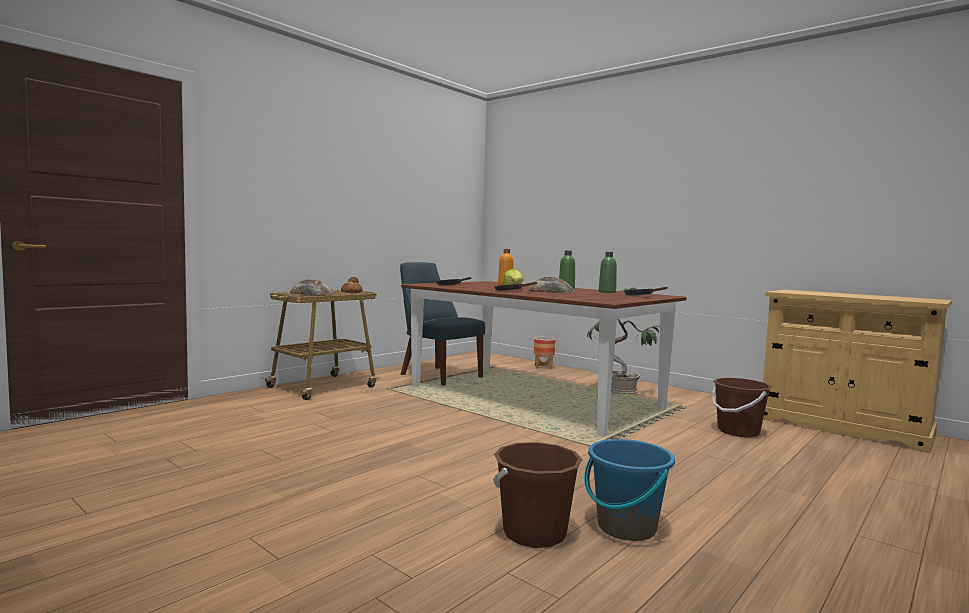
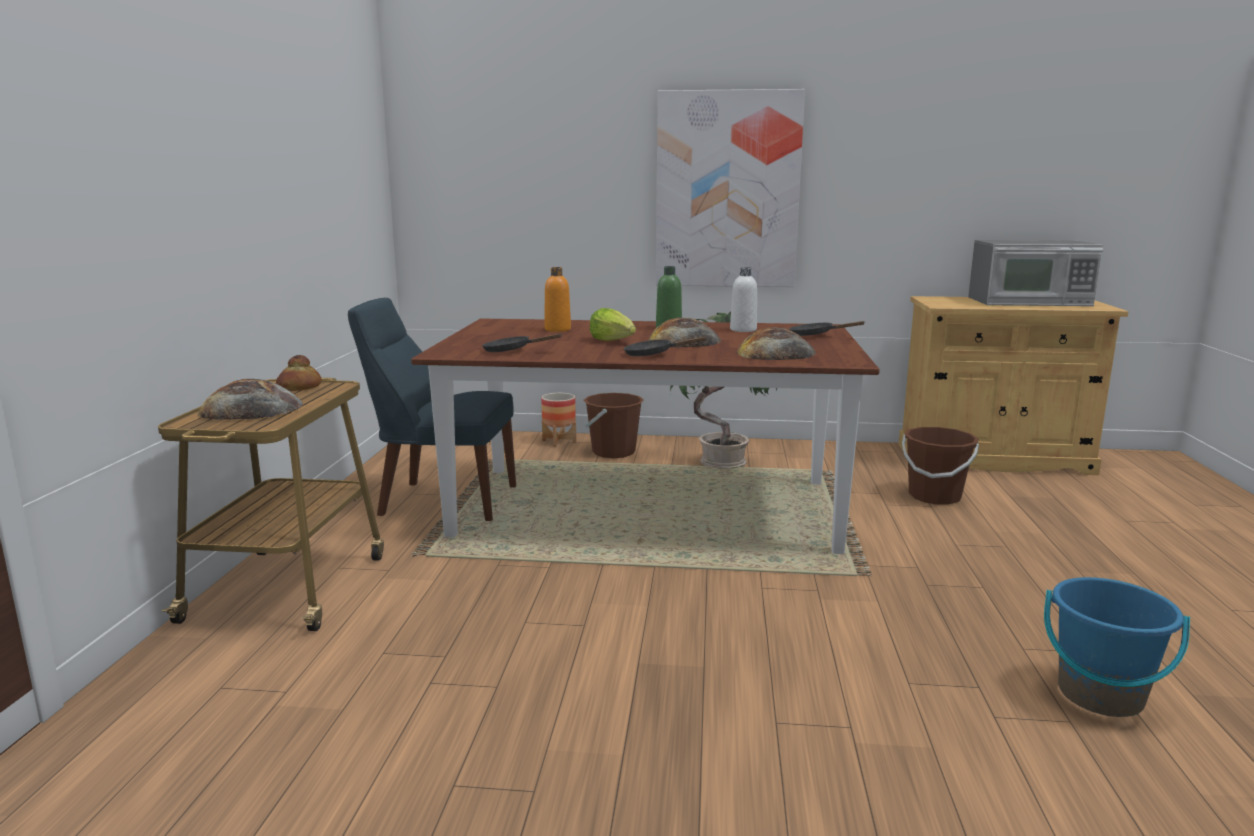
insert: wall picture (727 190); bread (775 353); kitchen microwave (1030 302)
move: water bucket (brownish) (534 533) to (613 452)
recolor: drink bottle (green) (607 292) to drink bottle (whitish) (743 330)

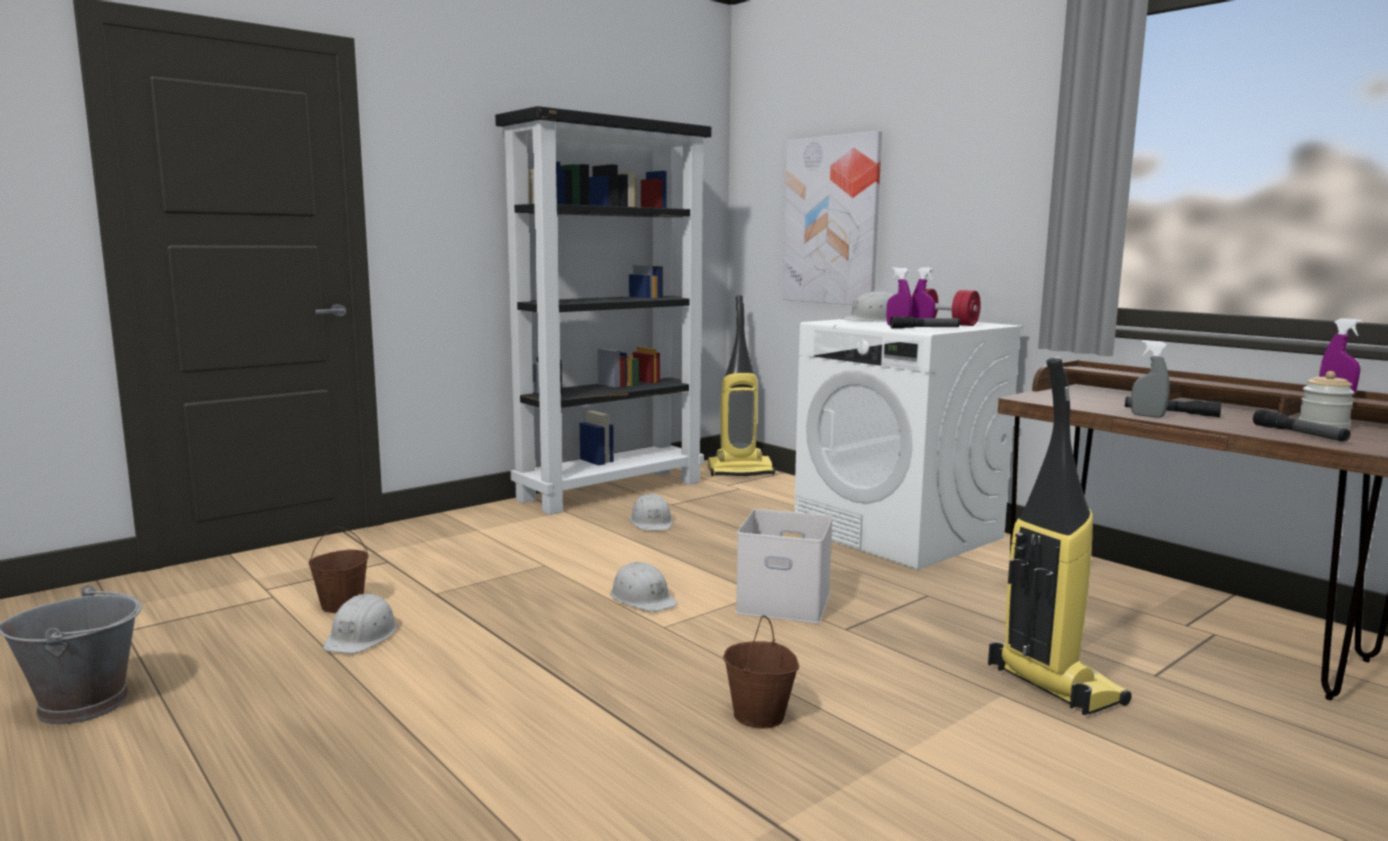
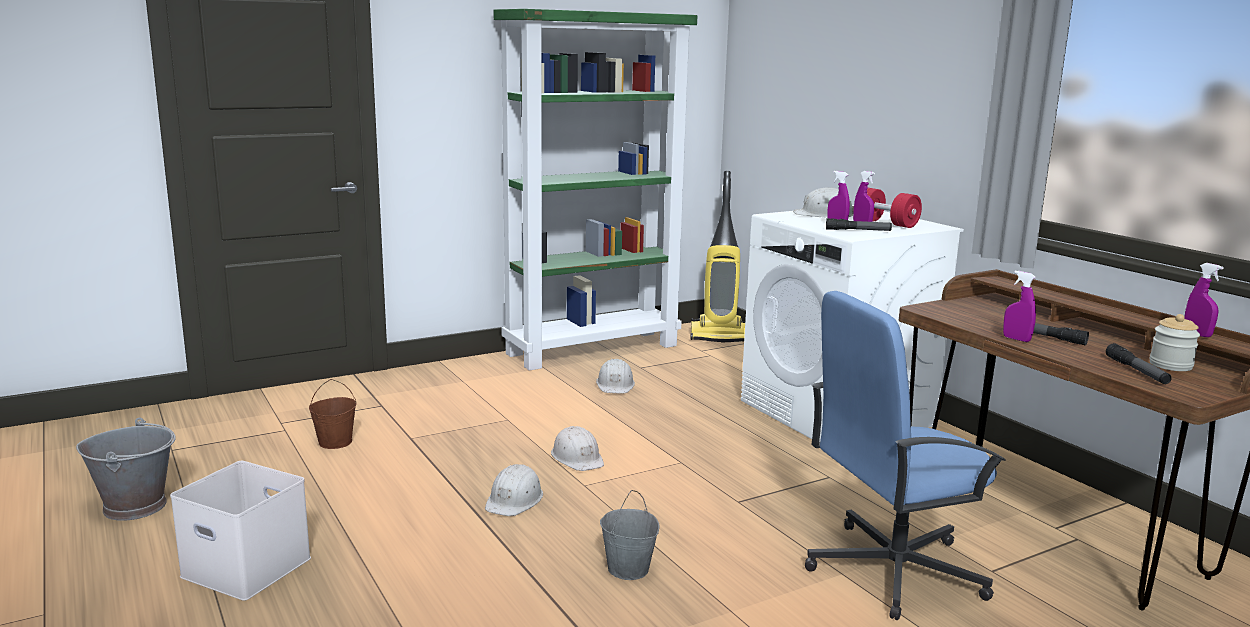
delete: wall picture (831 220)
move: storage container (whitish) (786 602) to (249 567); hard hat (whitish) (362 636) to (515 499)
replace: vacuum (1052 685) to office chair (blue-coloured) (892 570)
recolor: bookcase (black-coloured) (611 490) to bookcase (green) (593 349); water bucket (brownish) (760 716) to water bucket (greyish) (629 569); sprayer (greyish) (1147 416) to sprayer (purple) (1016 339)

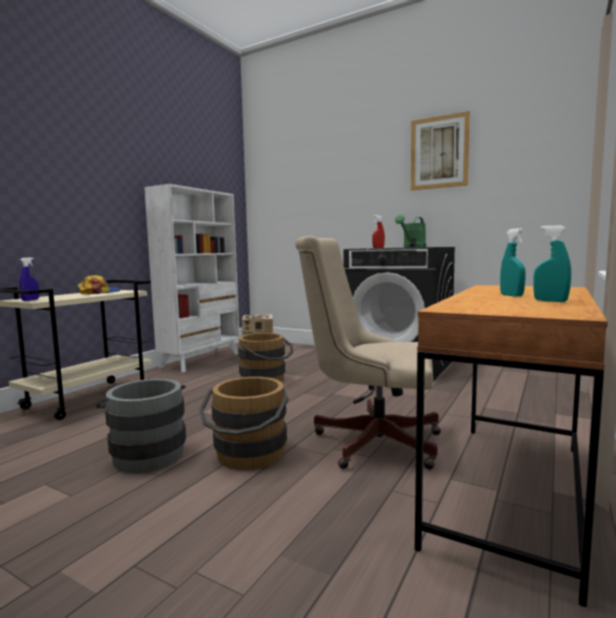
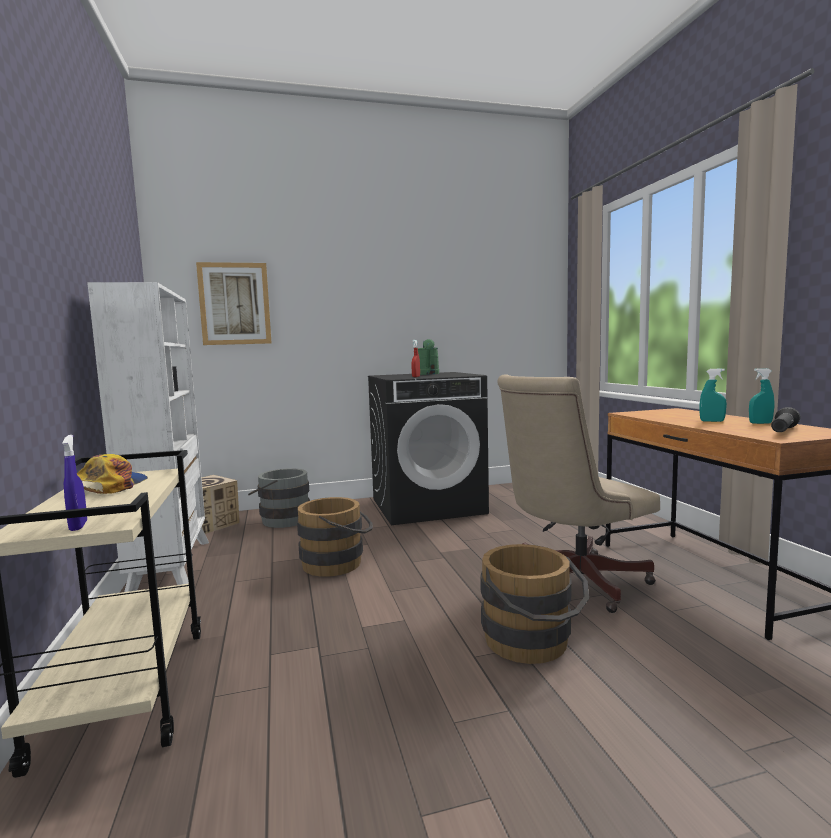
insert: hand torch (black-coloured) (783 431)
move: wall picture (439 152) to (235 304); water bucket (greyish) (147 453) to (281 520)

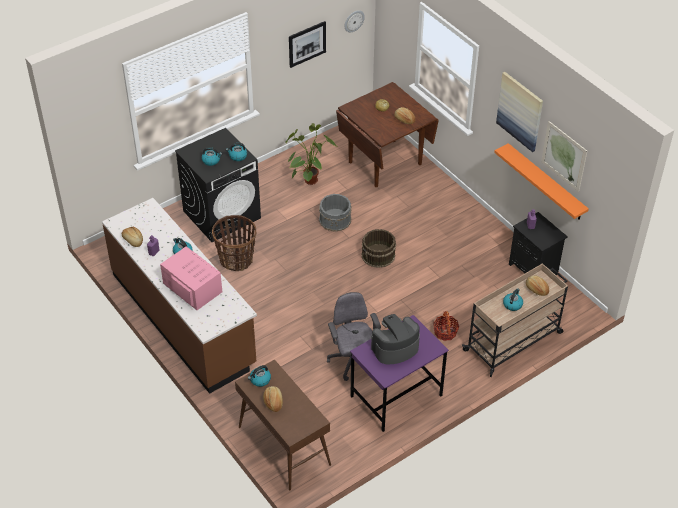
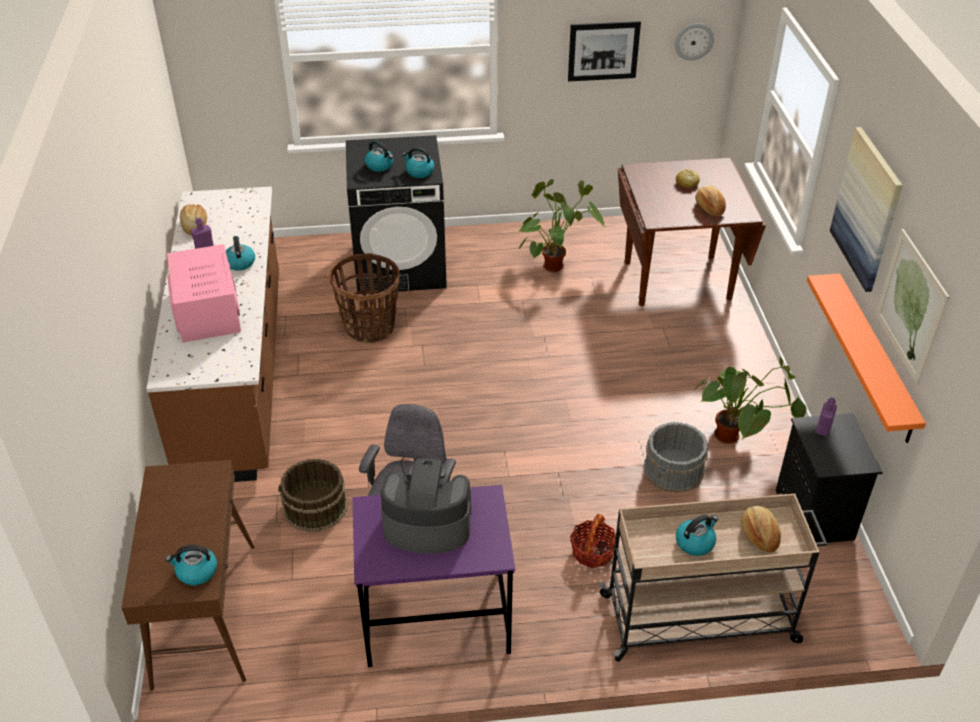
delete: bread (273 401)
insert: houseplant (739 438)
move: tea kettle (260 380) to (196 572); water bucket (brownish) (378 255) to (315 508); water bucket (greyish) (335 219) to (674 470)

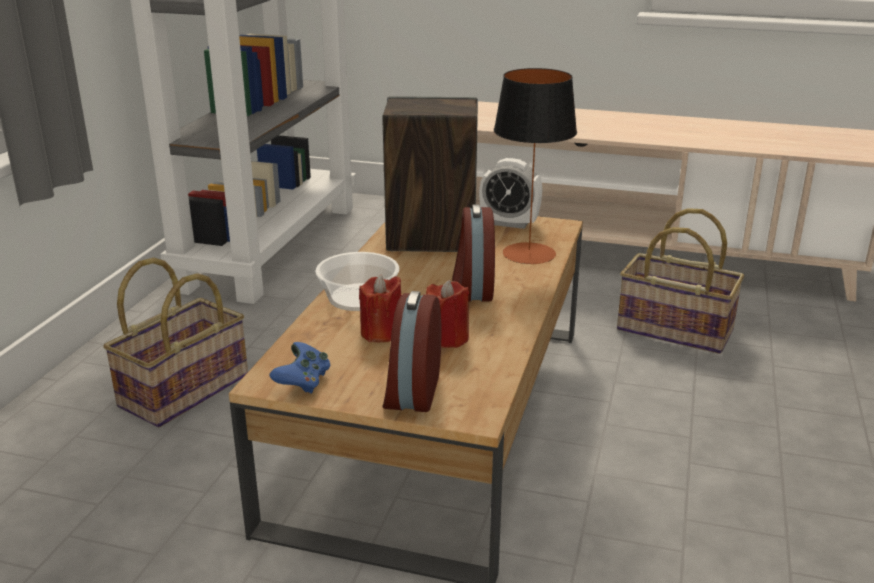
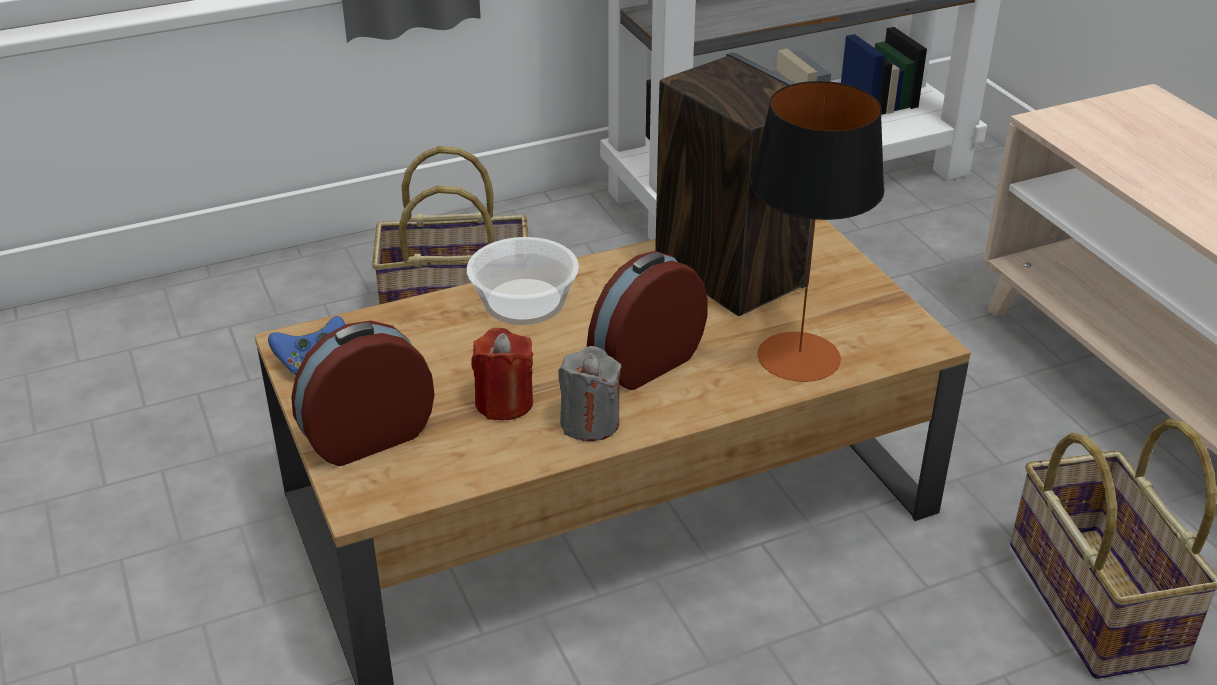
delete: wax light (reddish) (382 333); alarm clock (509 223)
insert: wax light (greyish) (590 423)

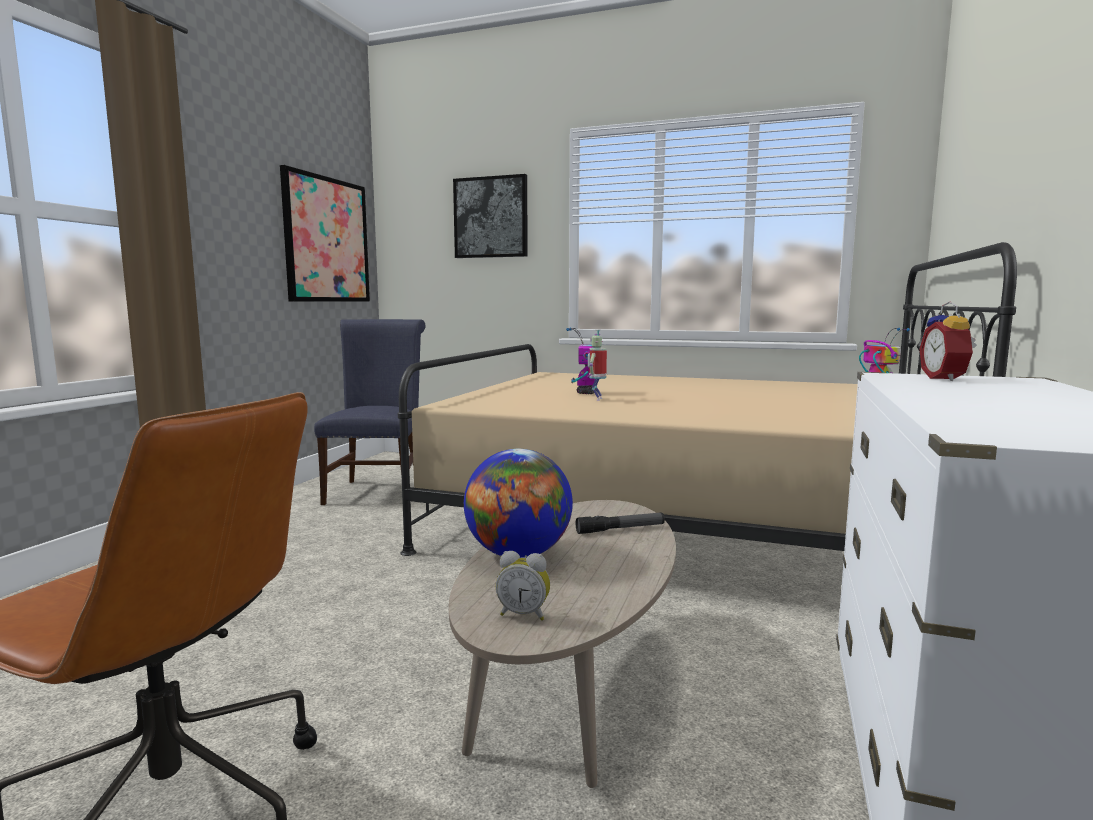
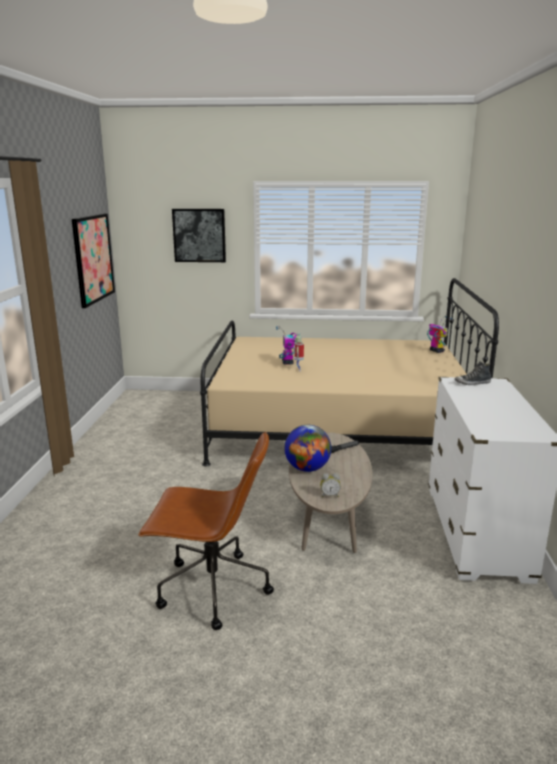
delete: upright chair (blue-coloured) (378 490)
replace: alarm clock (946 378) to item of footwear (472 383)

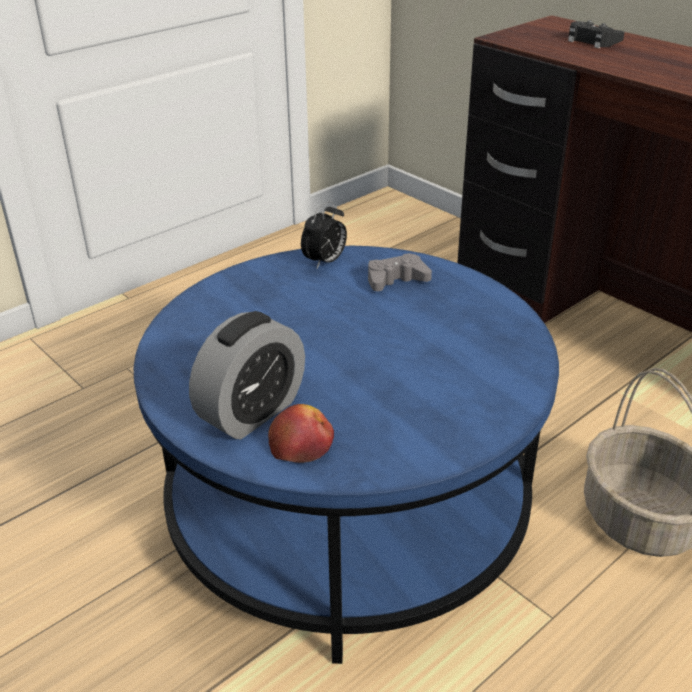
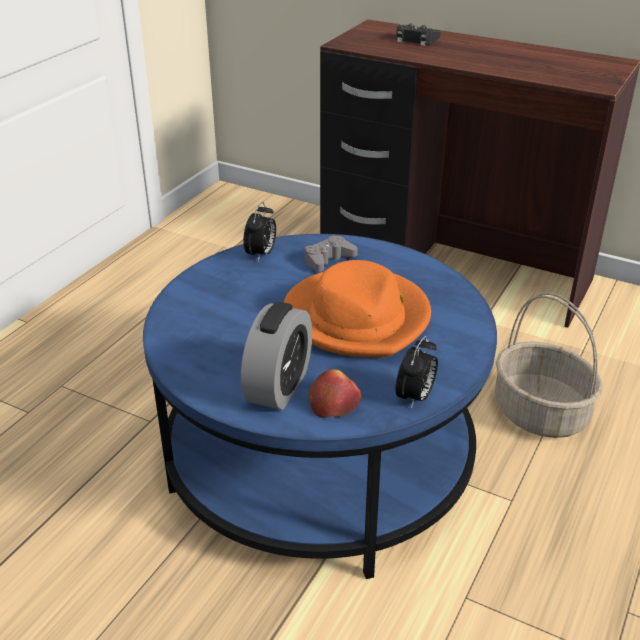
insert: clothing hat (orange) (358 317); alarm clock (415 397)

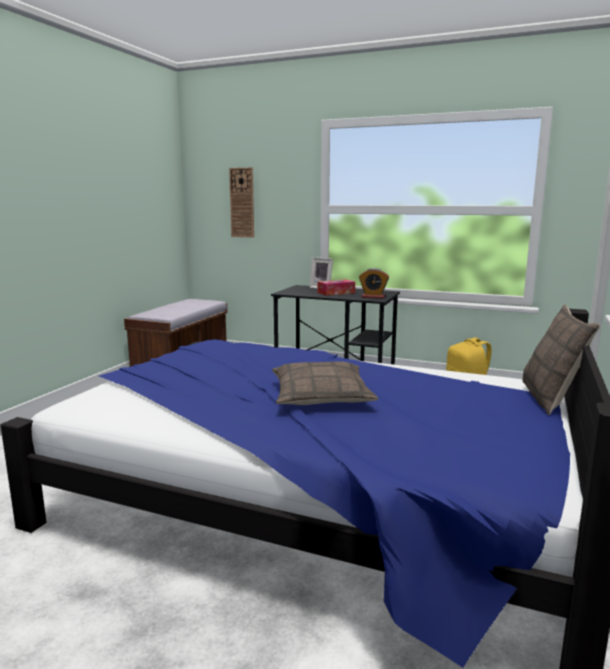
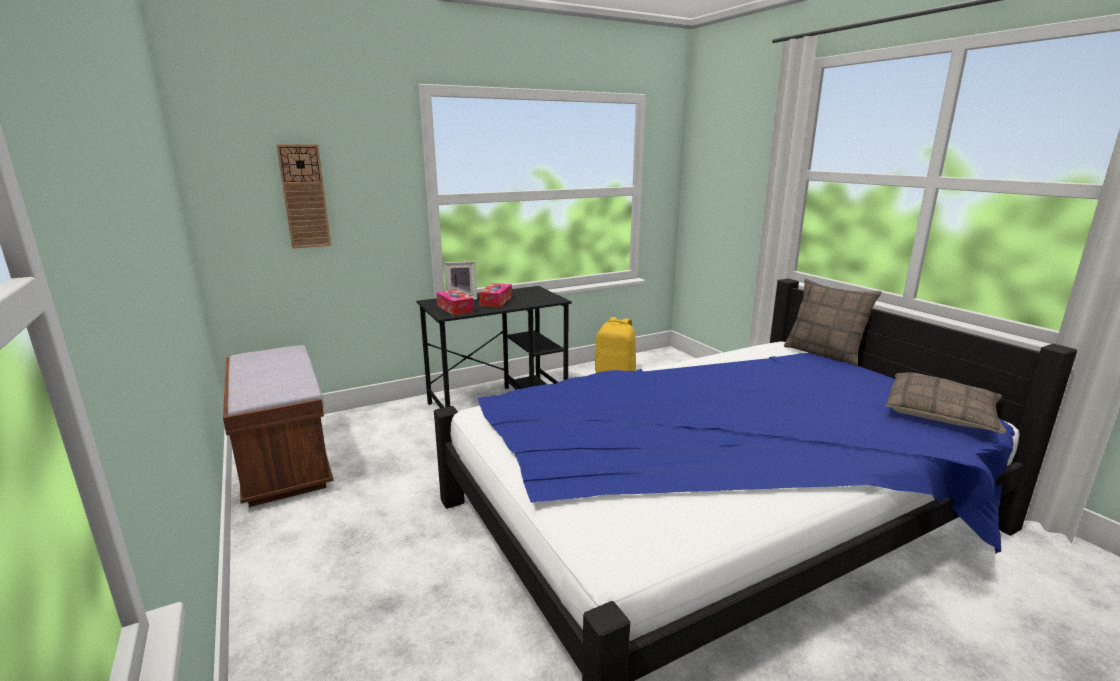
delete: alarm clock (373 297)
insert: tissue box (455 308)
move: throw pillow (321 397) to (941 413)

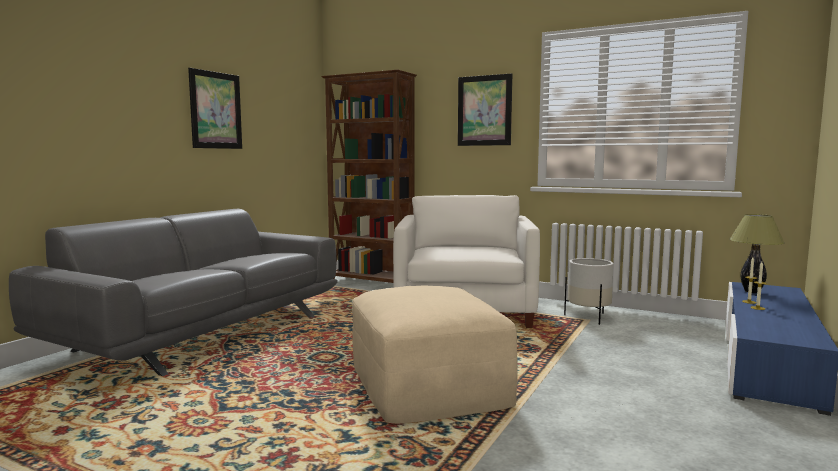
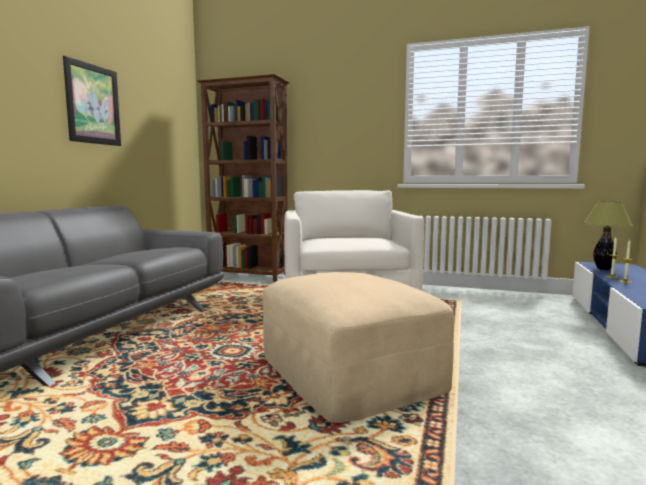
delete: wall picture (484 110); planter (whitish) (588 317)

